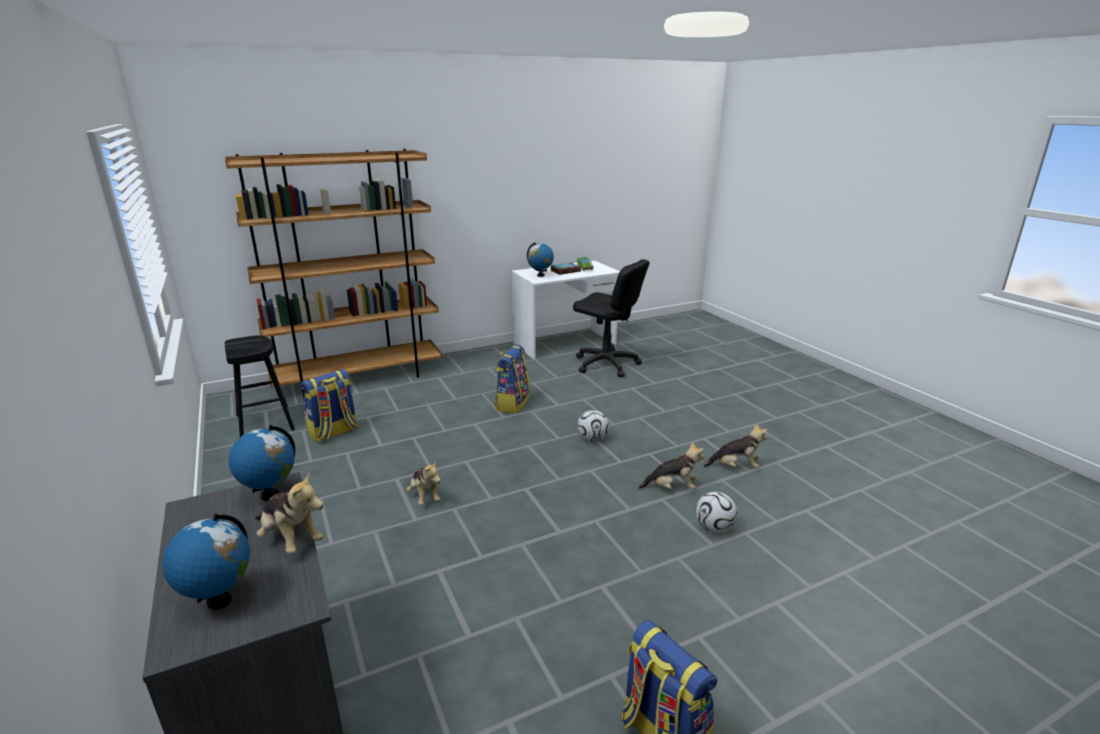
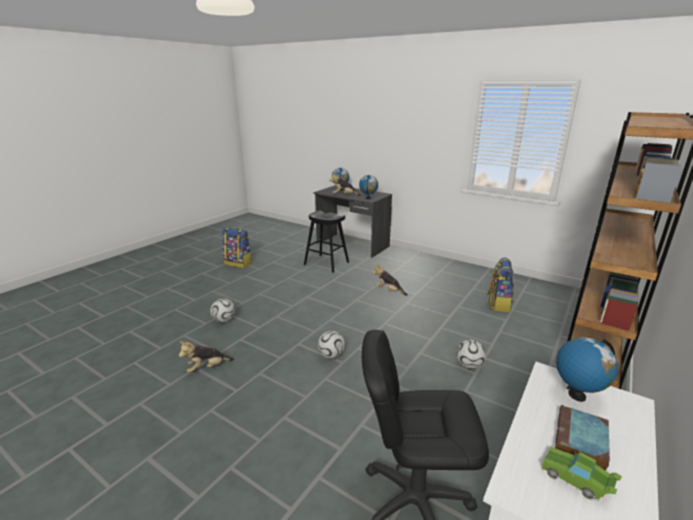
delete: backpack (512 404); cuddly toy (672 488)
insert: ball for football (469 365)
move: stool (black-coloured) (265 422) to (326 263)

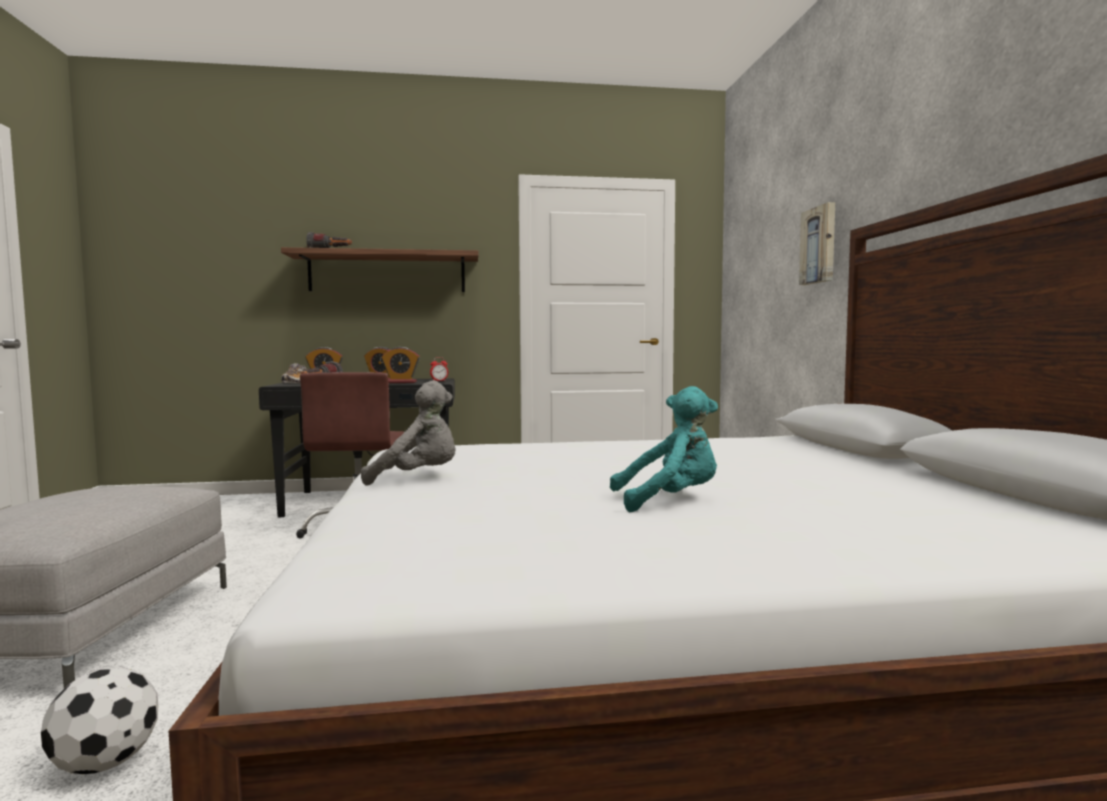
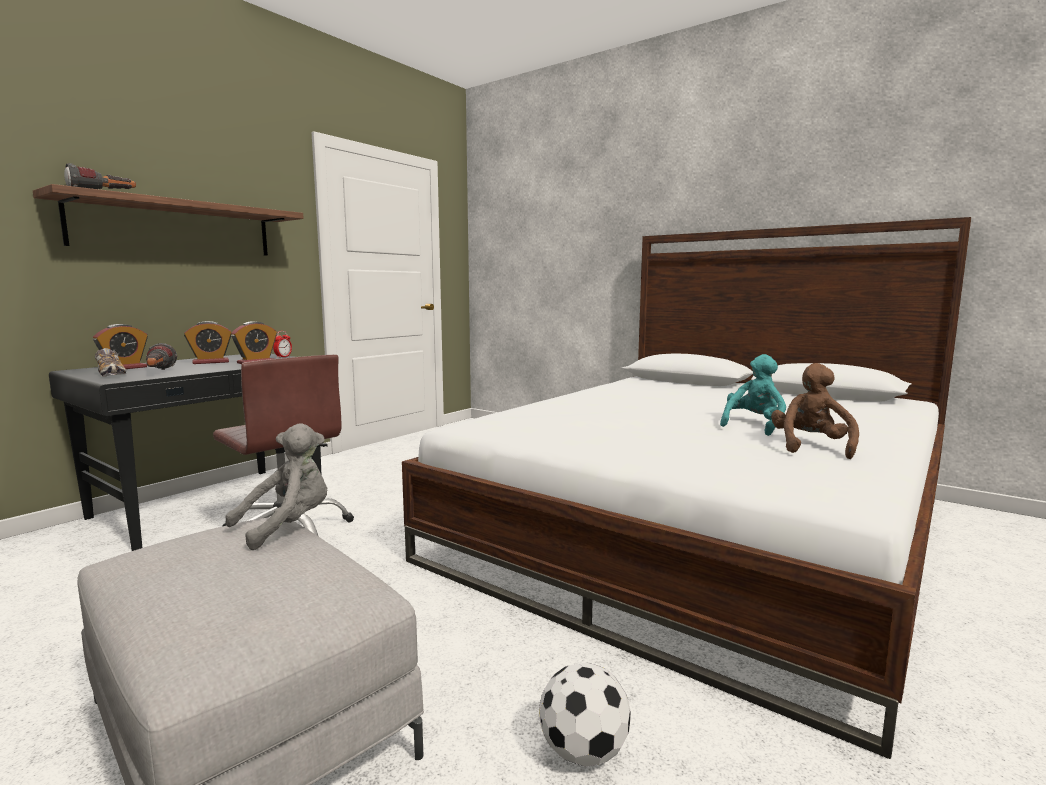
delete: wall picture (819 245)
insert: cuddly toy (brownish) (810 447)
move: cuddly toy (greyish) (418 478) to (287 526)

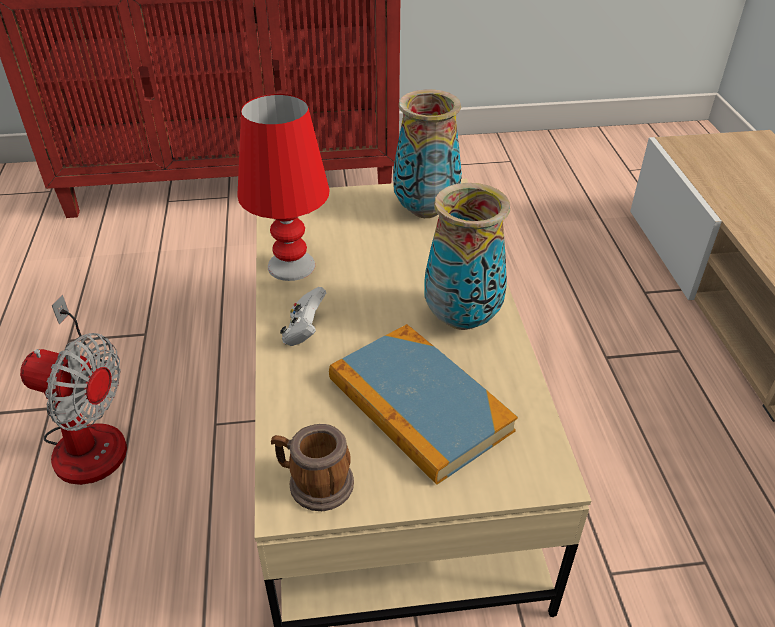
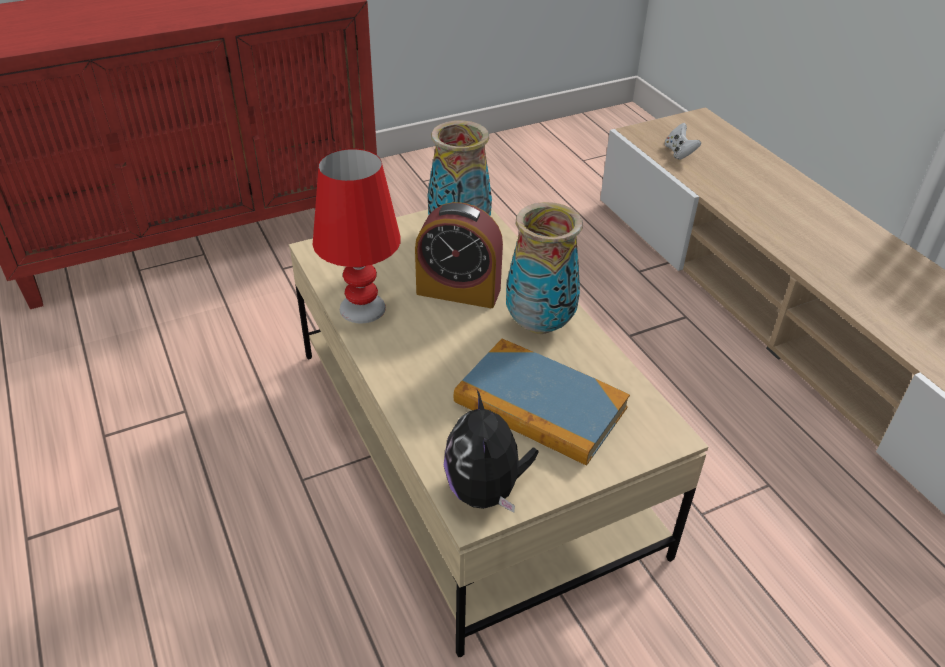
delete: fan (88 434)
insert: alarm clock (458 291)
move: joypad (whitish) (304 332) to (679 152)
replace: coffee mug (314 483) to cuddly toy (486 491)

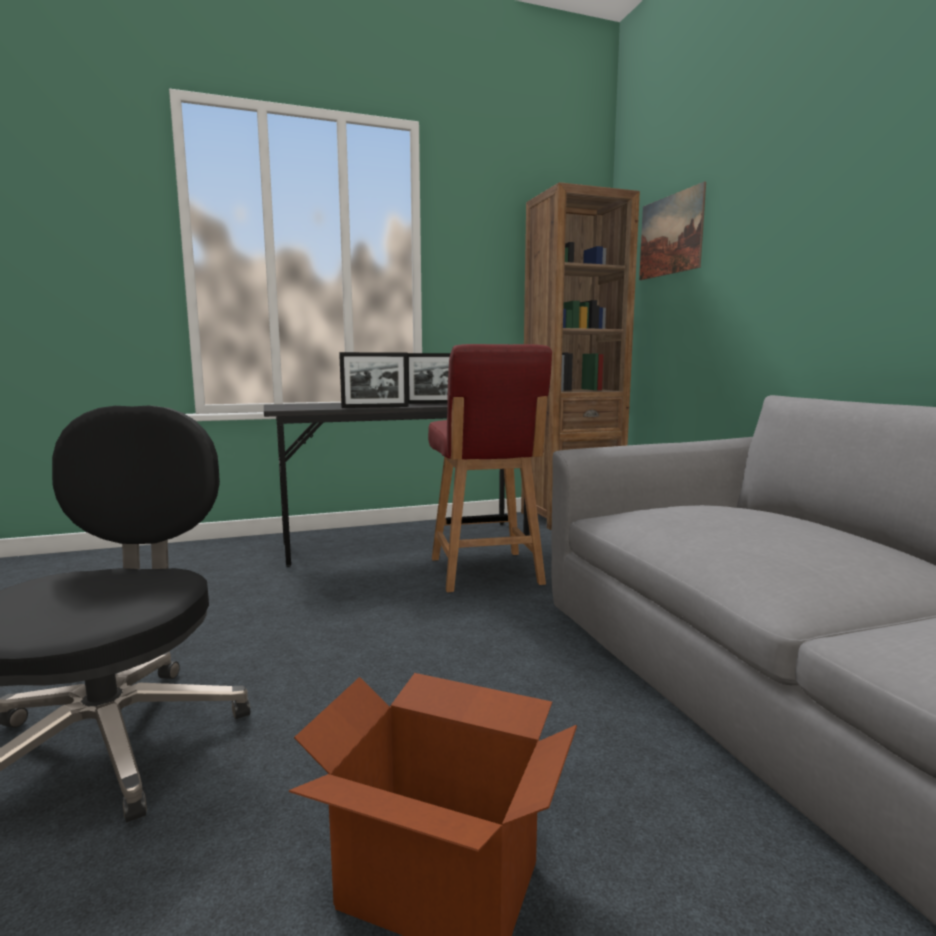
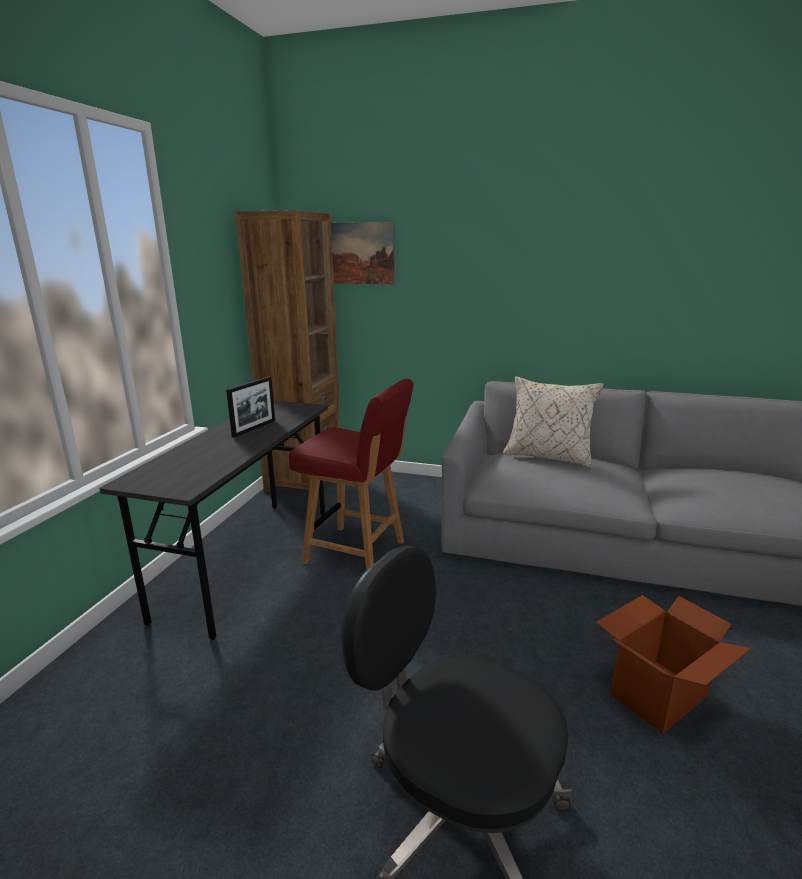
delete: photo frame (375 407)
insert: throw pillow (beige-coloured) (548 456)

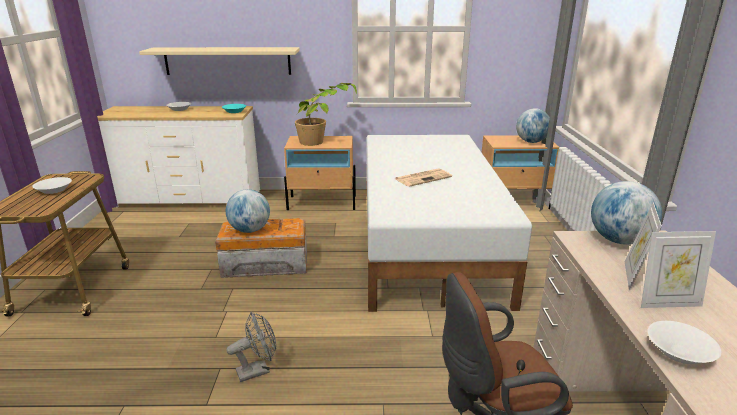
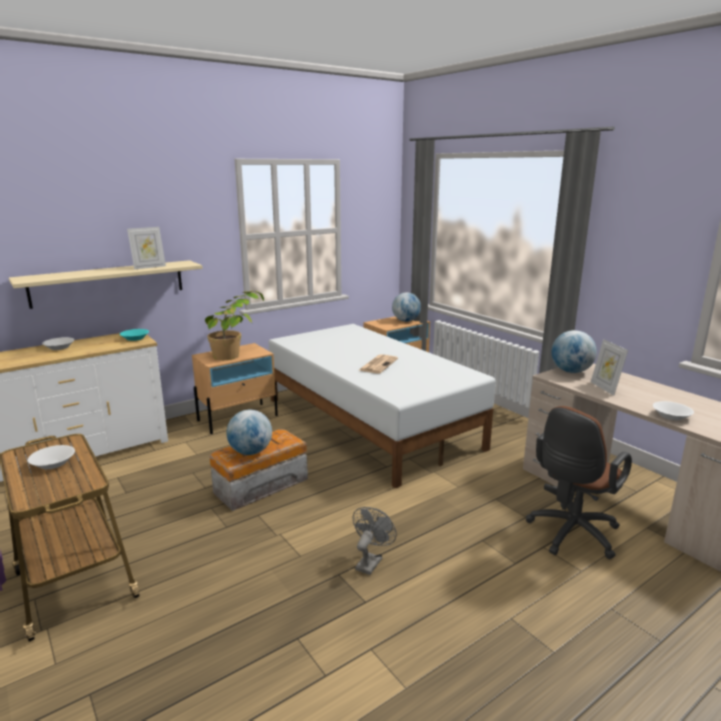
move: photo frame (667 303) to (149 267)

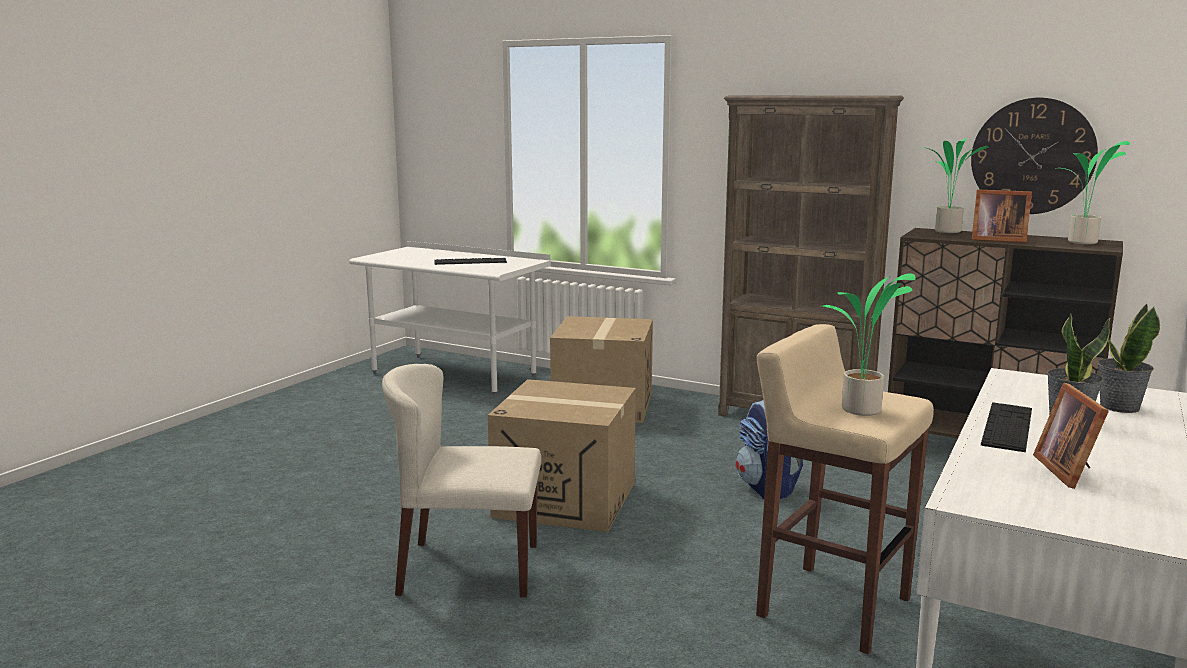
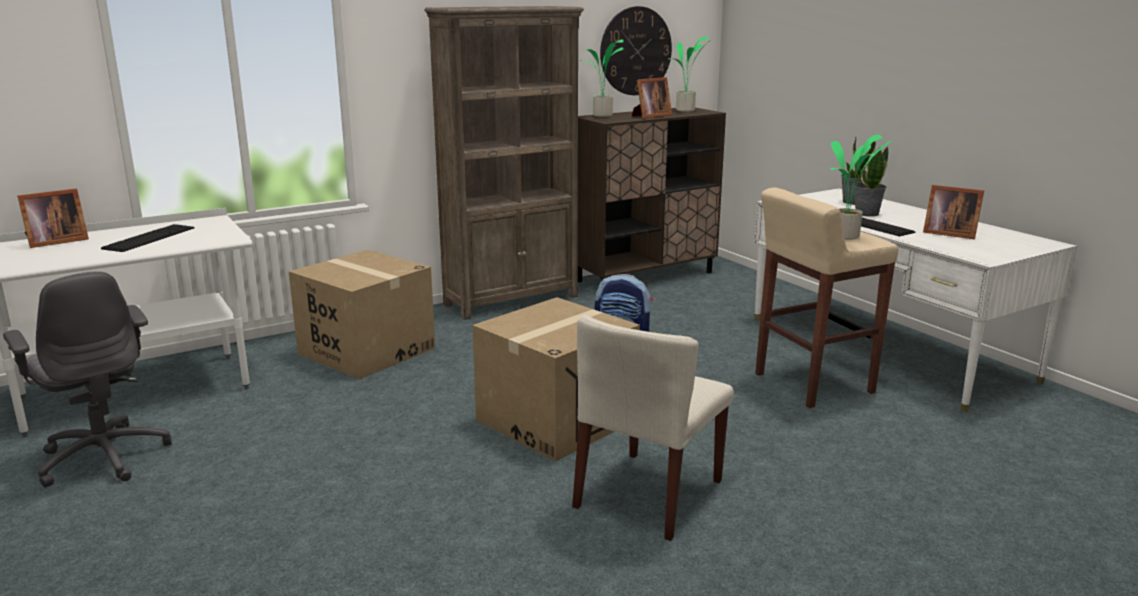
insert: office chair (greyish) (104 456); photo frame (55 242)

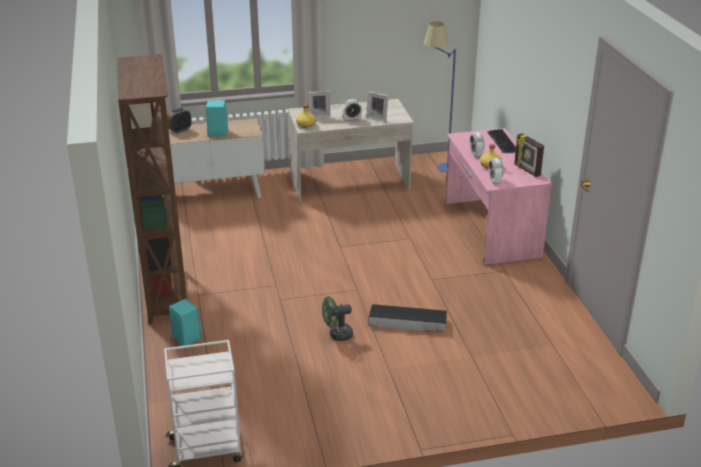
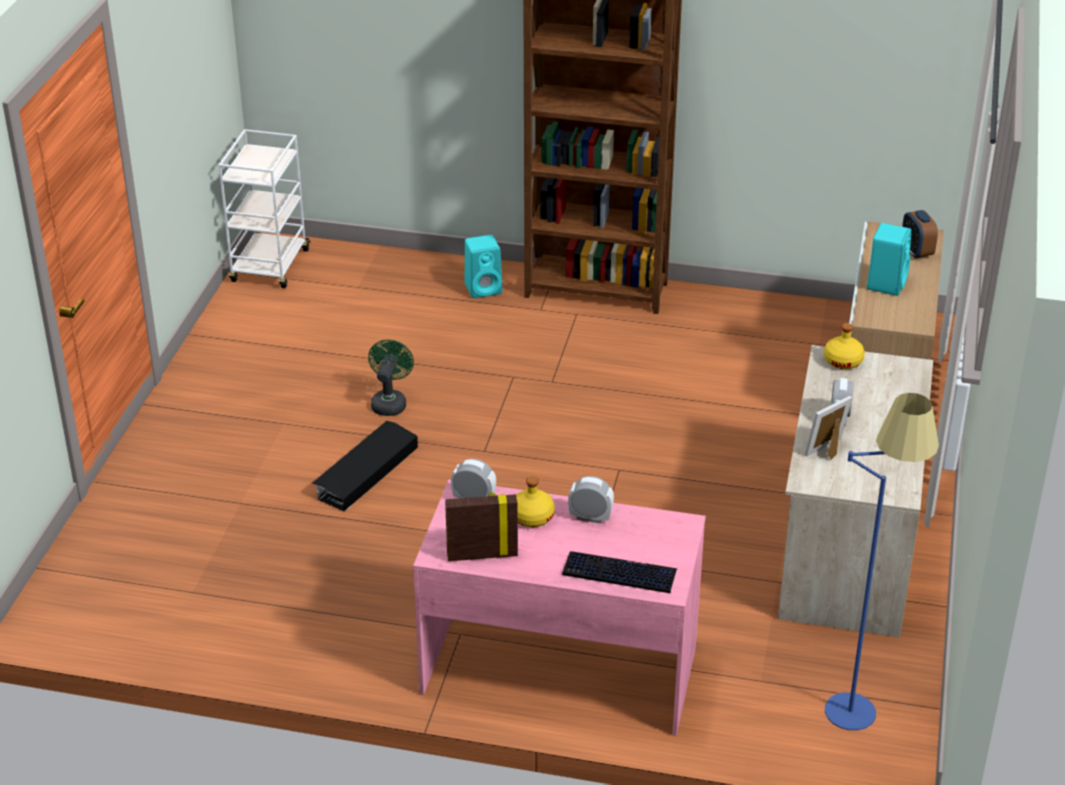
delete: photo frame (319 116)

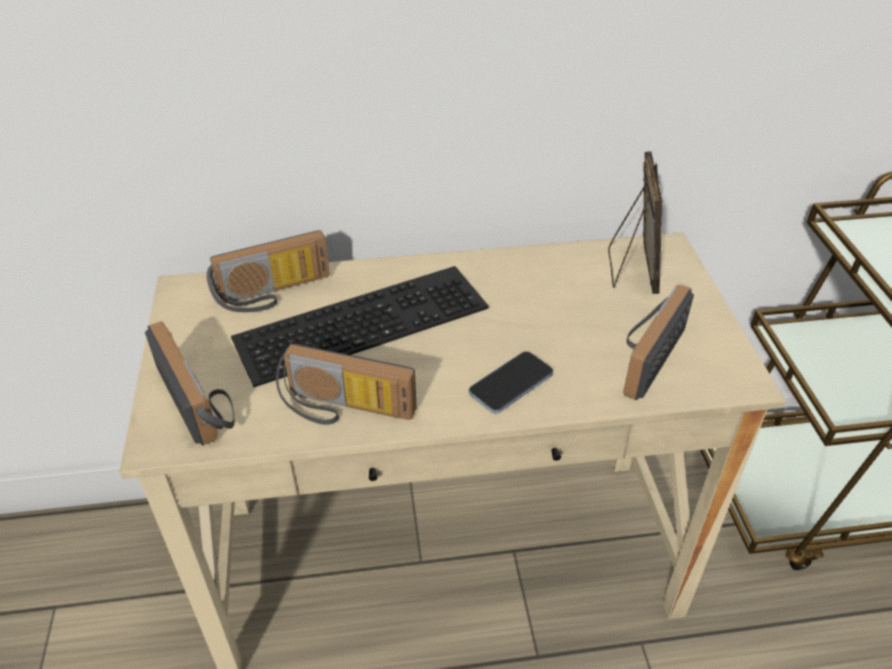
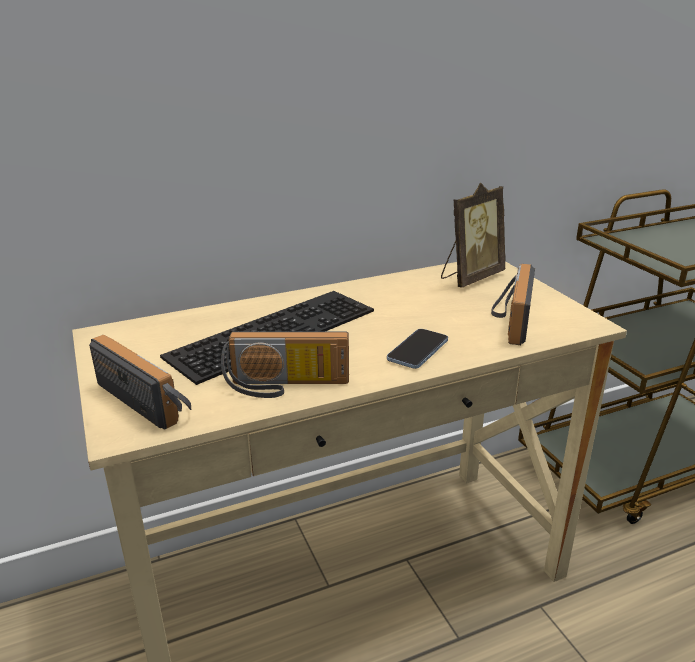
delete: radio set (274 294)
rotate: photo frame (631 270) = (470 277) 60 degrees clockwise

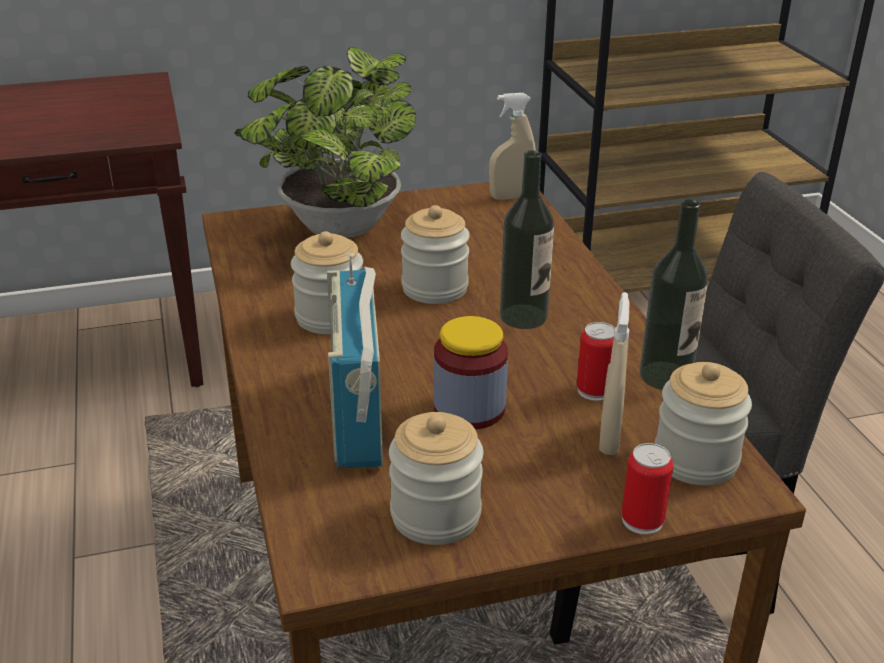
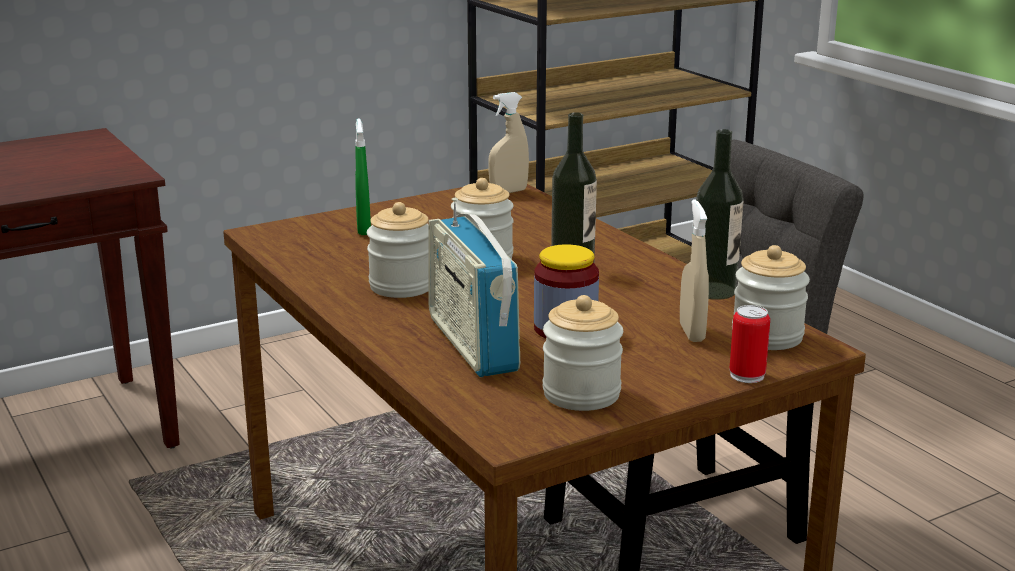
delete: can (594 390)
replace: houseplant (336 230) to sprayer (green) (364 229)

